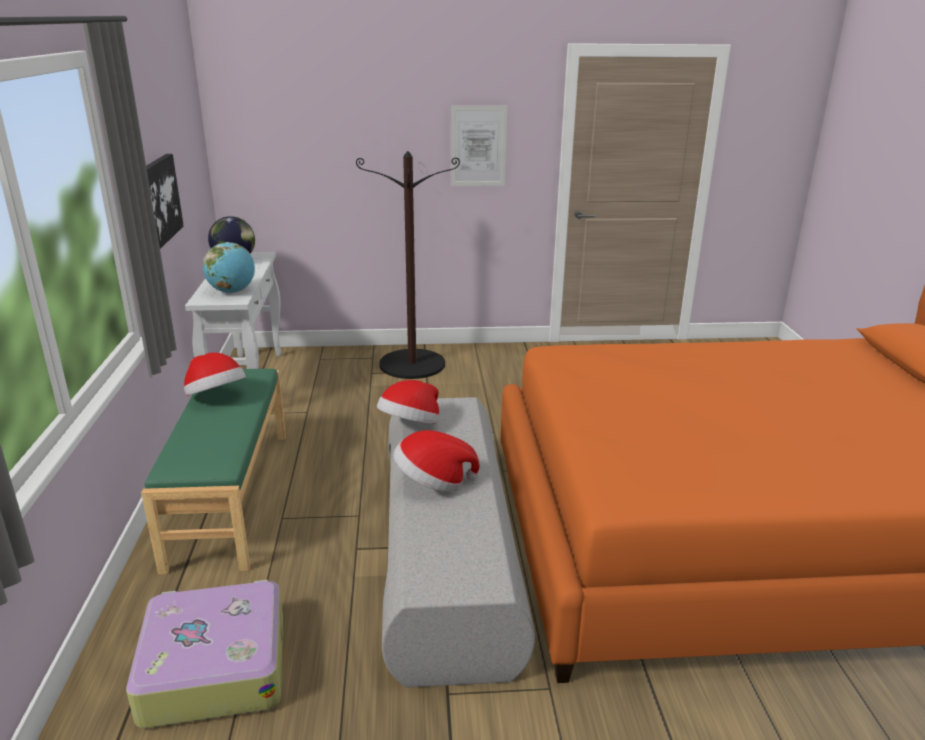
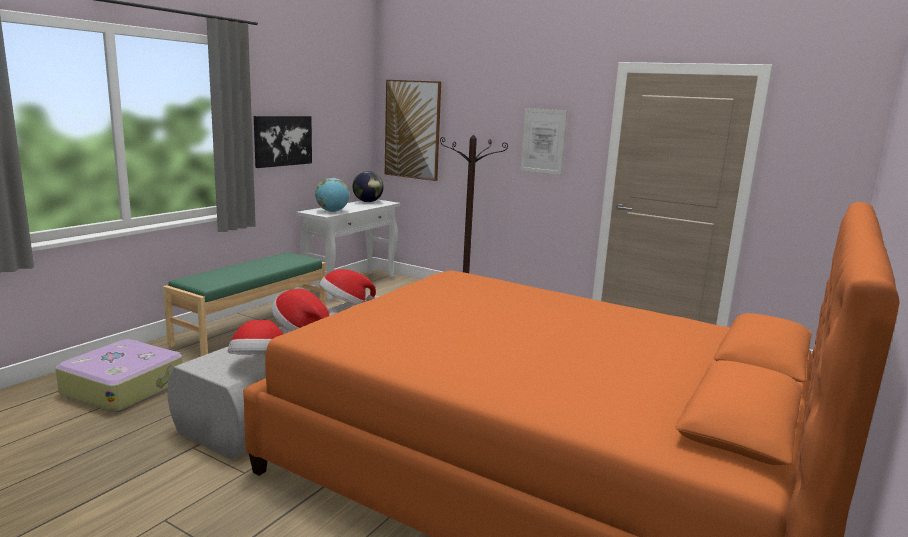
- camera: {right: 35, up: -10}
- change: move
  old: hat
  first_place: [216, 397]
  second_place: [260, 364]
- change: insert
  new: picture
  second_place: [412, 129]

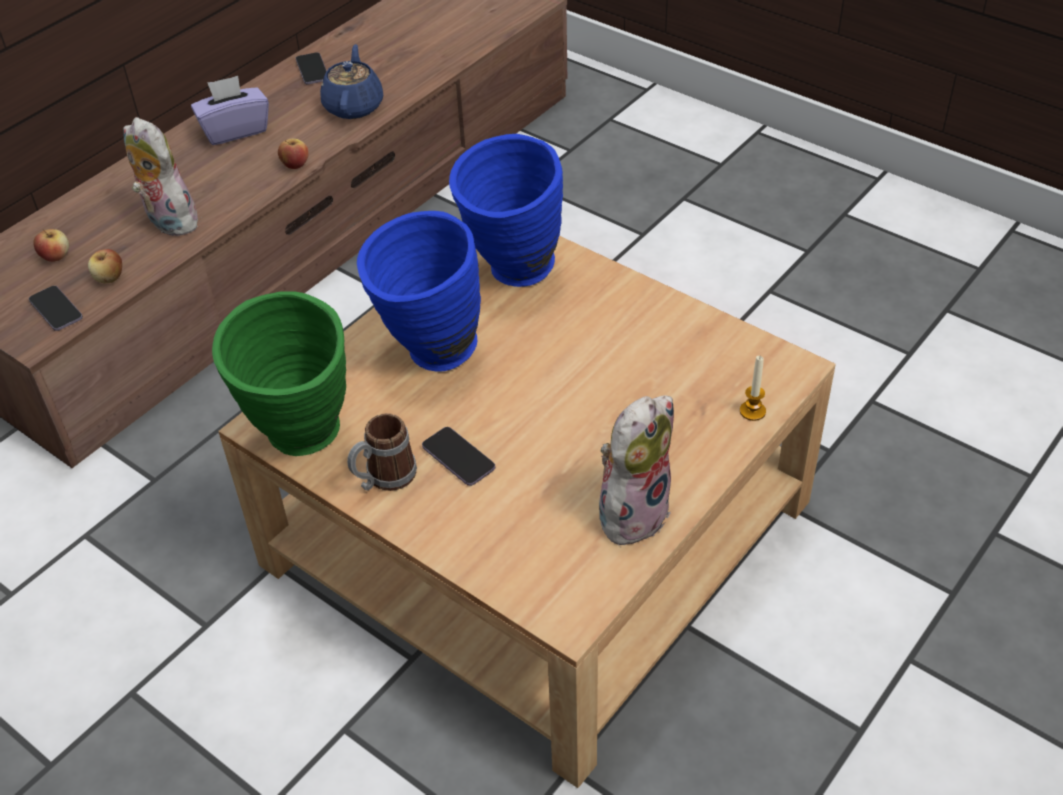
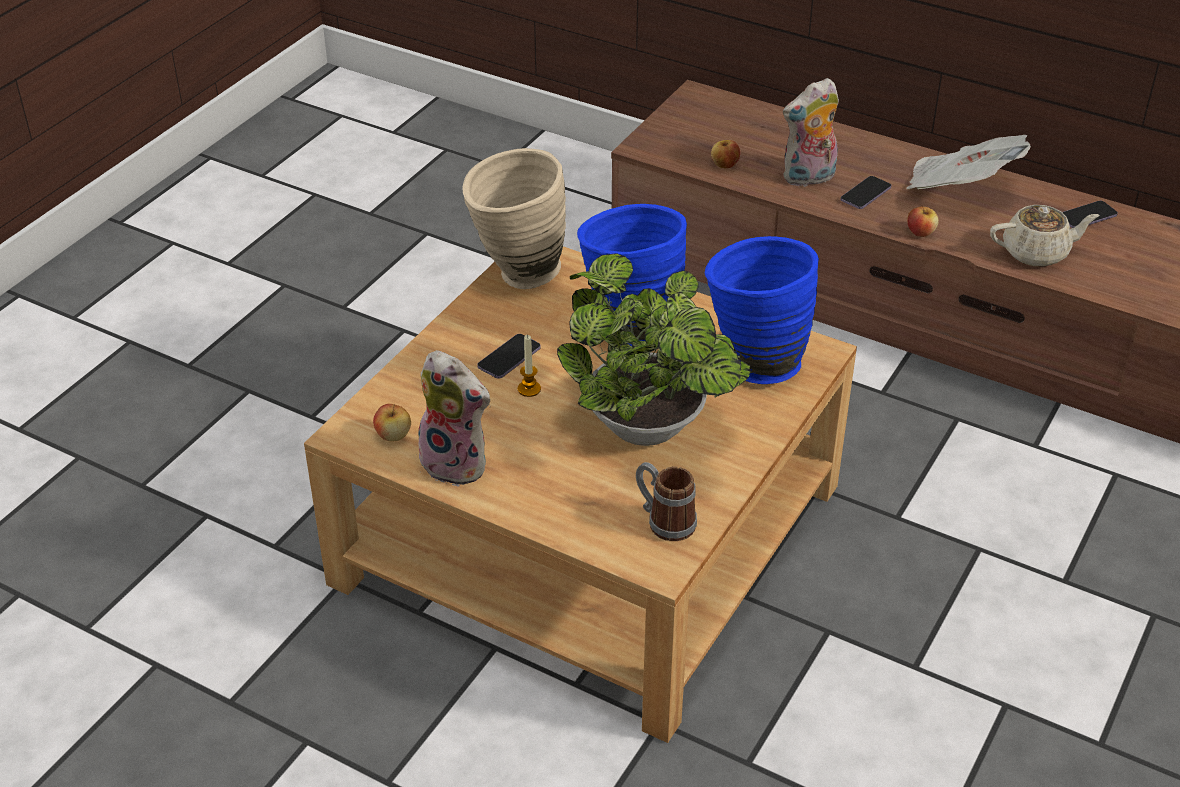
- camera: {right: 80, up: -5}
- change: move
  old: phone
  first_place: [56, 310]
  second_place: [865, 194]
- change: move
  old: apple
  first_place: [56, 256]
  second_place: [393, 435]
- change: rotate
  old: plush toy
  first_place: [168, 221]
  second_place: [808, 178]
  degrees: -150
- change: replace
  old: purple tissue box
  new: newspaper
  first_place: [235, 130]
  second_place: [960, 188]
- change: recolor
  old: green vase
  new: beige vase
  first_place: [304, 443]
  second_place: [516, 275]
- change: recolor
  old: blue teapot
  new: beige teapot
  first_place: [354, 106]
  second_place: [1036, 253]
- change: move
  old: mug
  first_place: [384, 478]
  second_place: [664, 520]
- change: move
  old: candle
  first_place: [752, 411]
  second_place: [529, 389]
- change: insert
  new: potted plant
  second_place: [651, 431]

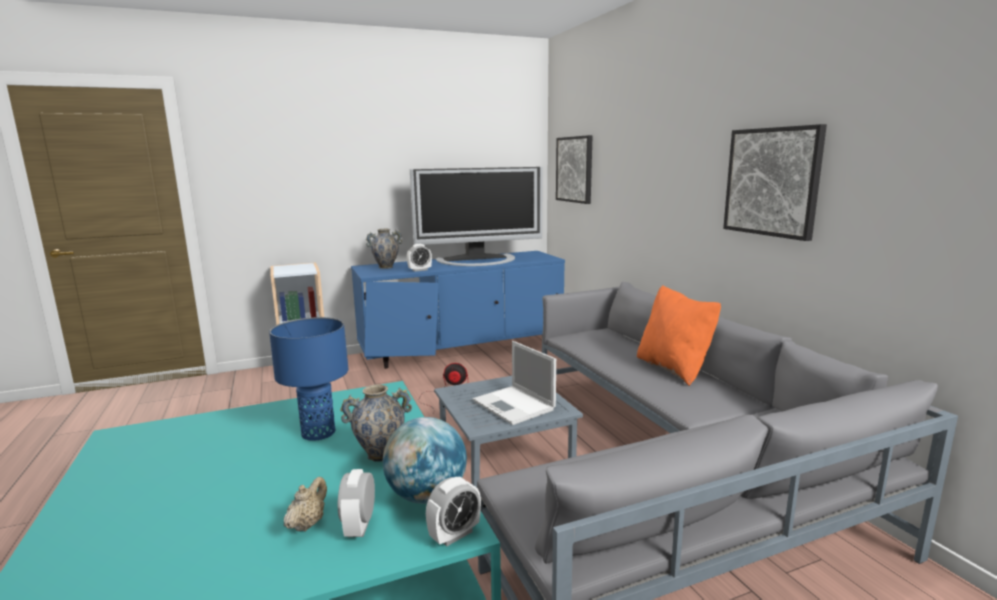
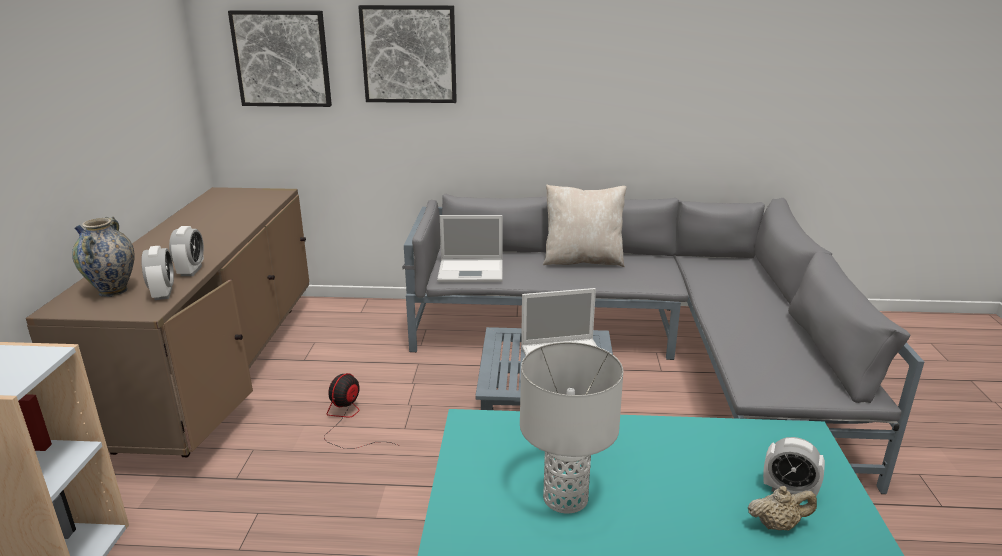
- camera: {right: -65, up: 10}
- change: recolor
  old: blue table lamp
  new: white table lamp
  first_place: [318, 432]
  second_place: [564, 497]
- change: rotate
  old: beige teapot
  first_place: [307, 524]
  second_place: [777, 525]
  degrees: 135
- change: delete
  old: vase
  first_place: [380, 455]
- change: recolor
  old: blue tv stand
  new: brown tv stand
  first_place: [461, 350]
  second_place: [219, 374]
- change: delete
  old: globe
  first_place: [426, 495]
- change: delete
  old: television
  first_place: [478, 260]
- change: move
  old: alarm clock
  first_place: [454, 535]
  second_place: [163, 294]
- change: recolor
  old: orange pillow
  new: beige pillow
  first_place: [674, 369]
  second_place: [583, 260]
- change: move
  old: picture
  first_place: [772, 182]
  second_place: [409, 54]
- change: insert
  new: laptop
  second_place: [472, 271]

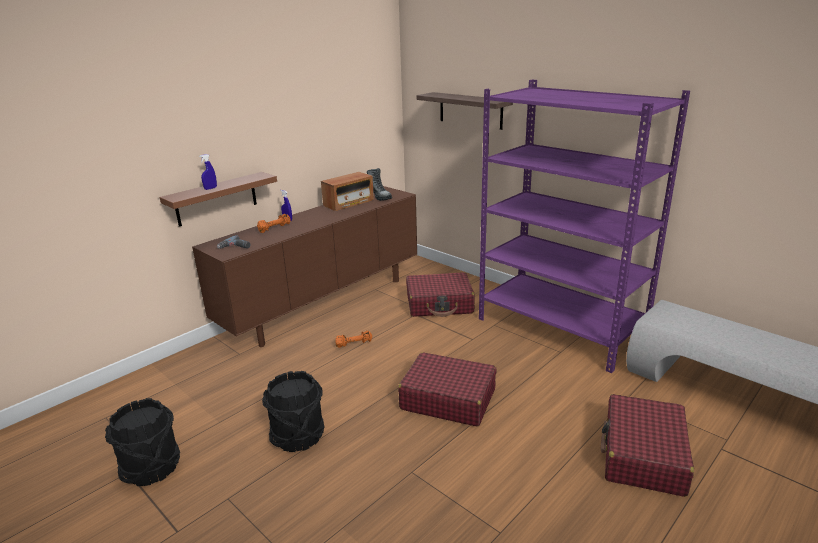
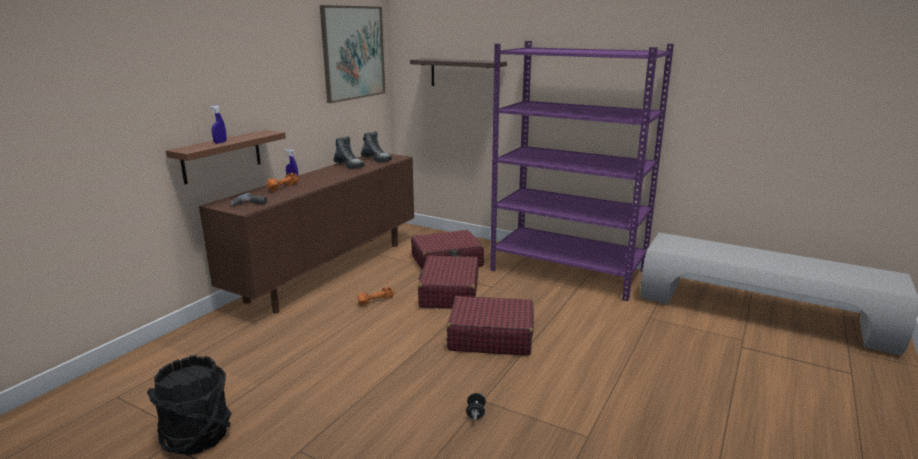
- camera: {right: -15, up: -5}
- change: delete
  old: black bucket
  first_place: [298, 436]
- change: replace
  old: radio
  new: boot
  first_place: [348, 203]
  second_place: [349, 165]
- change: move
  old: red suitcase
  first_place: [643, 455]
  second_place: [449, 293]
- change: insert
  new: picture
  second_place: [353, 53]
- change: insert
  new: black dumbbell
  second_place: [475, 413]

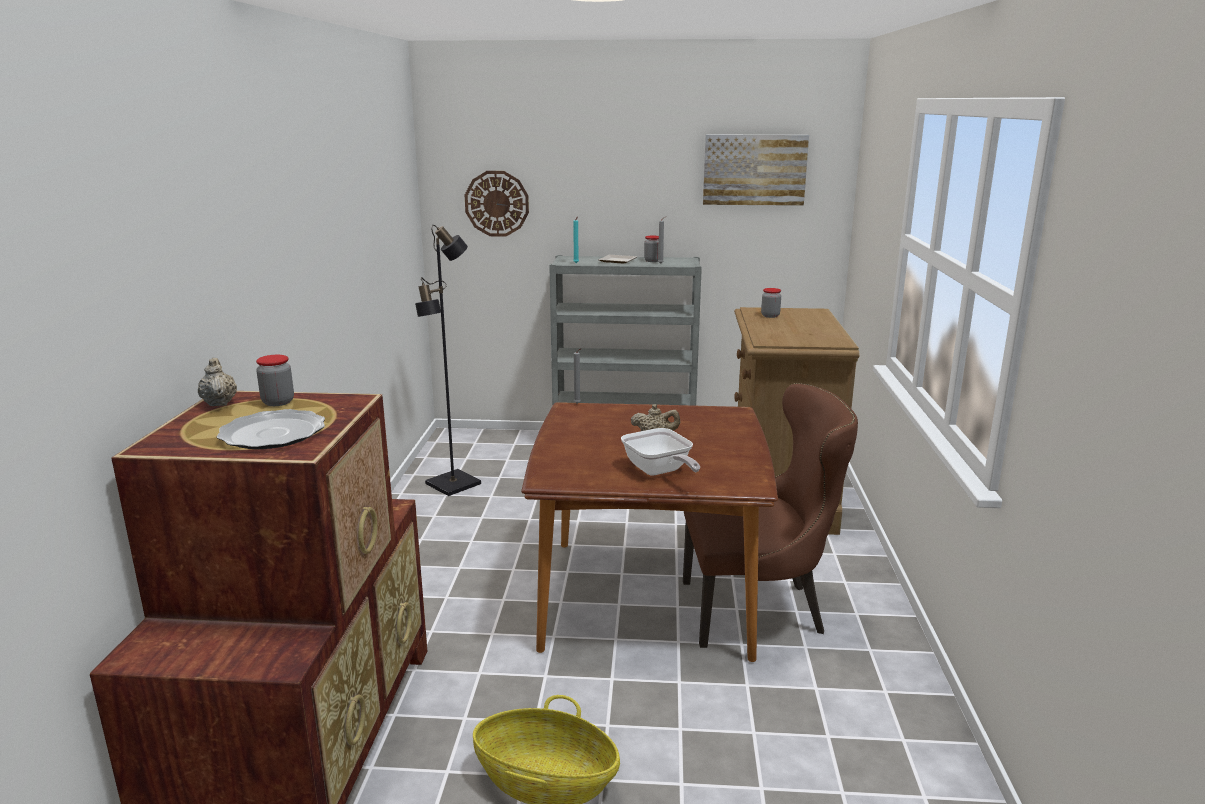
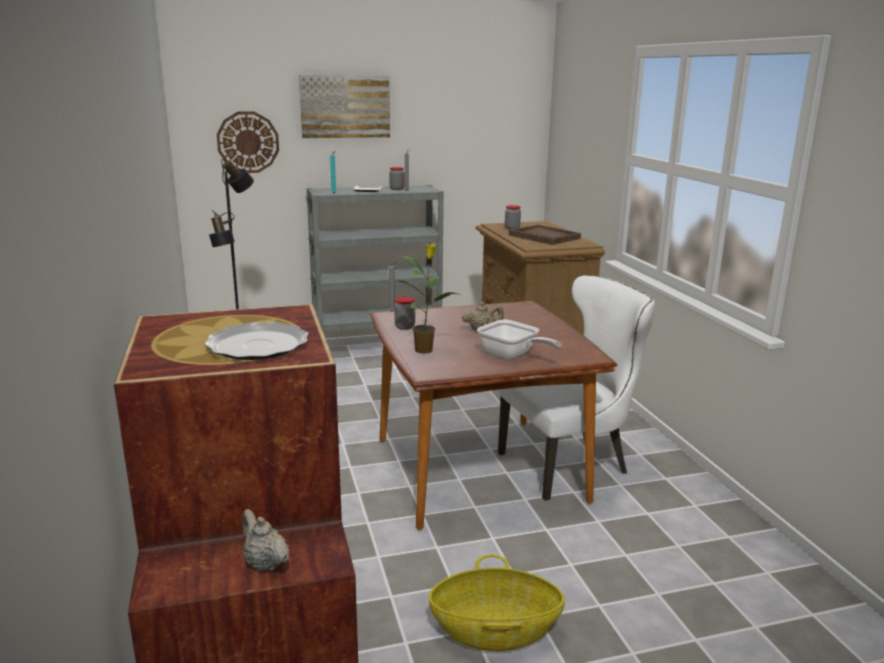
- camera: {right: -20, up: 0}
- change: move
  old: beige teapot
  first_place: [219, 403]
  second_place: [264, 563]
- change: move
  old: jar
  first_place: [278, 402]
  second_place: [404, 327]
- change: recolor
  old: brown chair
  new: white chair
  first_place: [757, 610]
  second_place: [569, 464]
- change: move
  old: picture
  first_place: [754, 170]
  second_place: [345, 106]
- change: insert
  new: potted plant
  second_place: [425, 350]
- change: insert
  new: brown tray
  second_place: [544, 237]

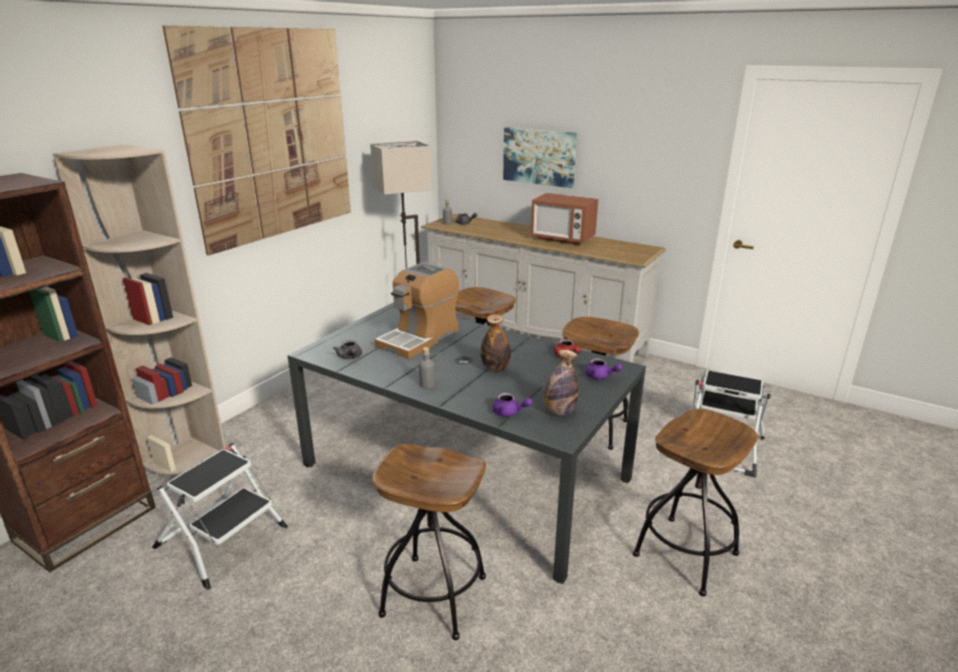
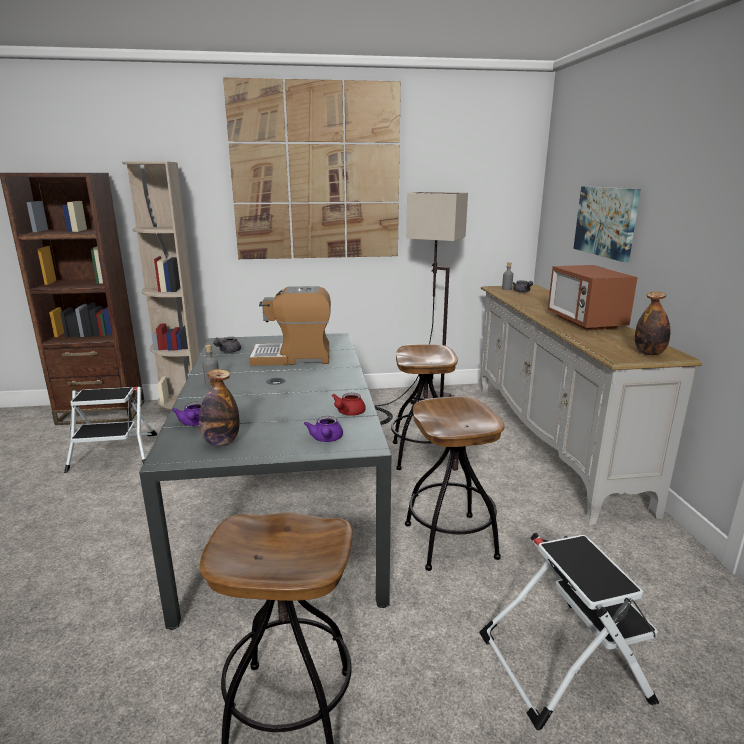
- camera: {right: 50, up: -5}
- change: delete
  old: brown stool
  first_place: [433, 595]
- change: move
  old: bottle
  first_place: [495, 369]
  second_place: [649, 353]

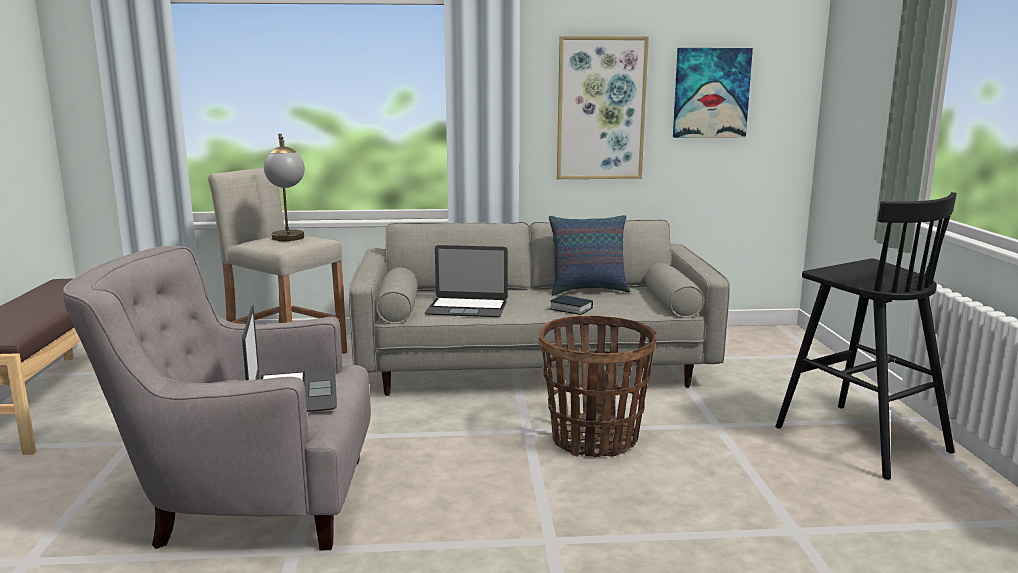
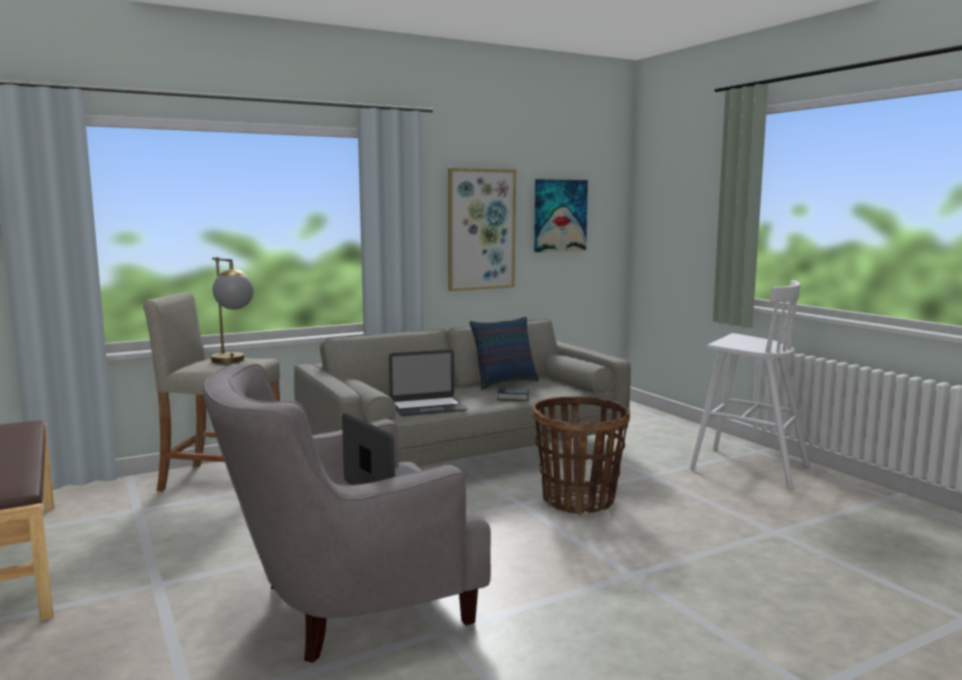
- camera: {right: -25, up: -5}
- change: recolor
  old: black stool
  new: white stool
  first_place: [858, 438]
  second_place: [747, 467]

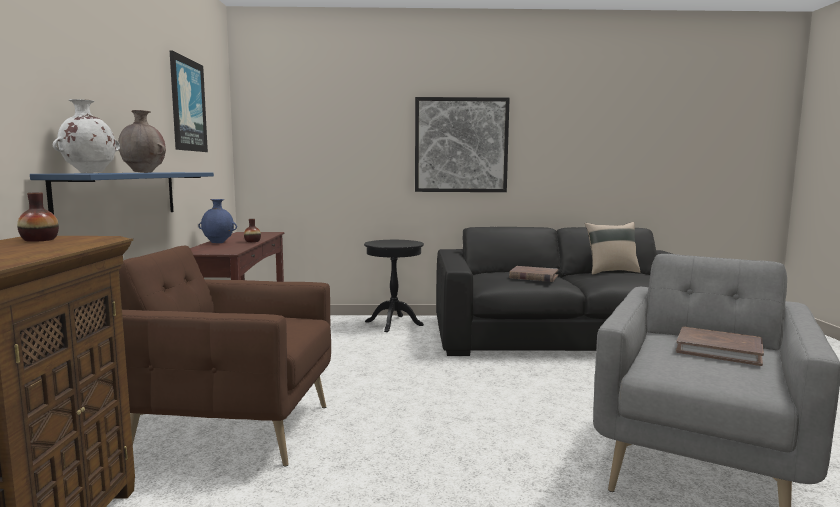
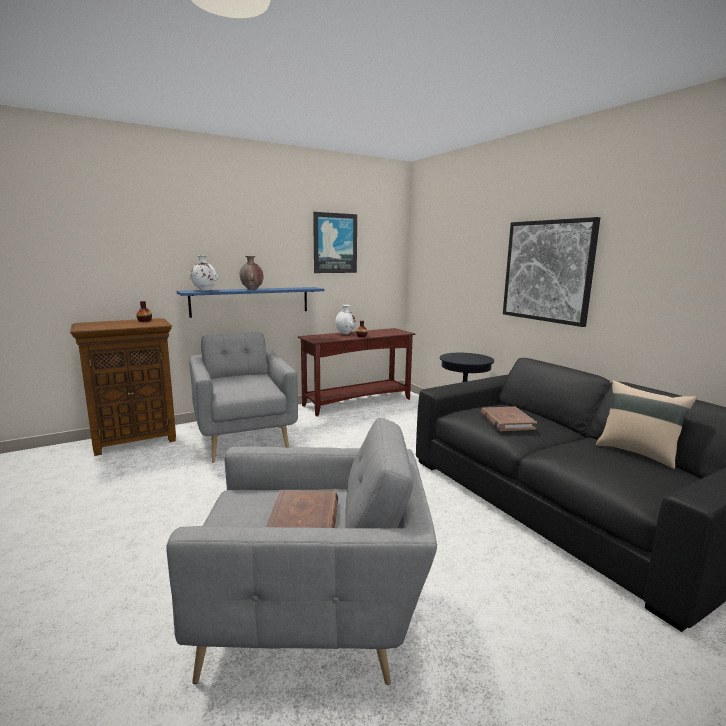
- camera: {right: 60, up: 5}
- change: recolor
  old: brown armchair
  new: grey armchair
  first_place: [226, 427]
  second_place: [244, 436]
- change: recolor
  old: blue vase
  new: white vase
  first_place: [218, 242]
  second_place: [345, 333]

